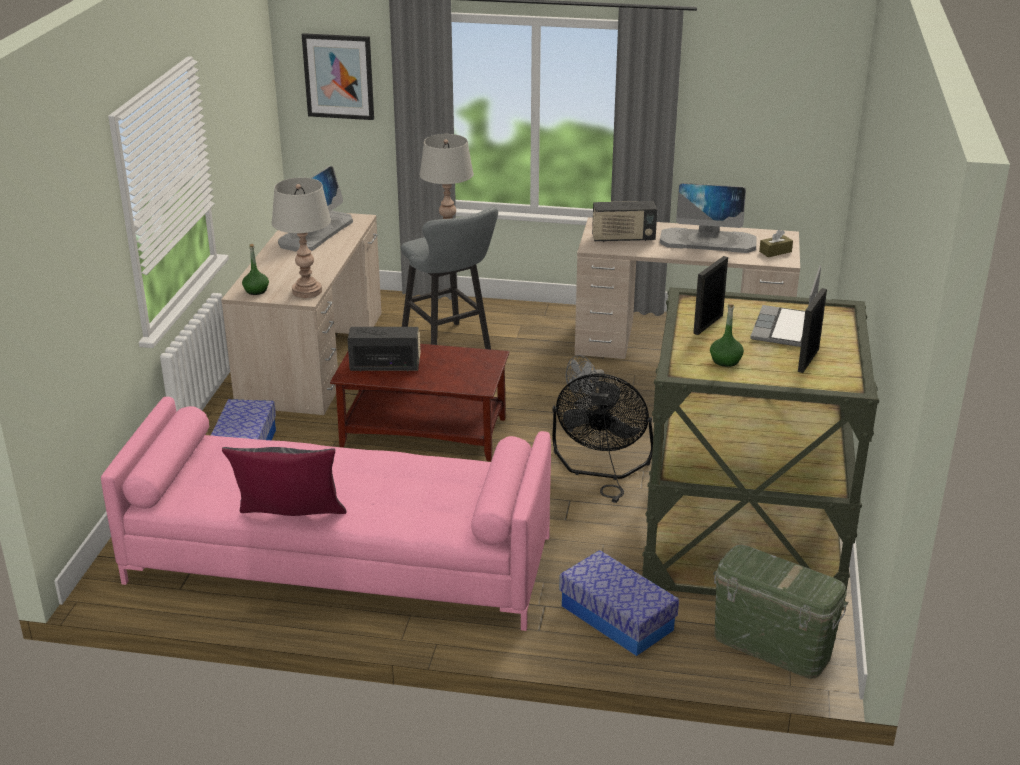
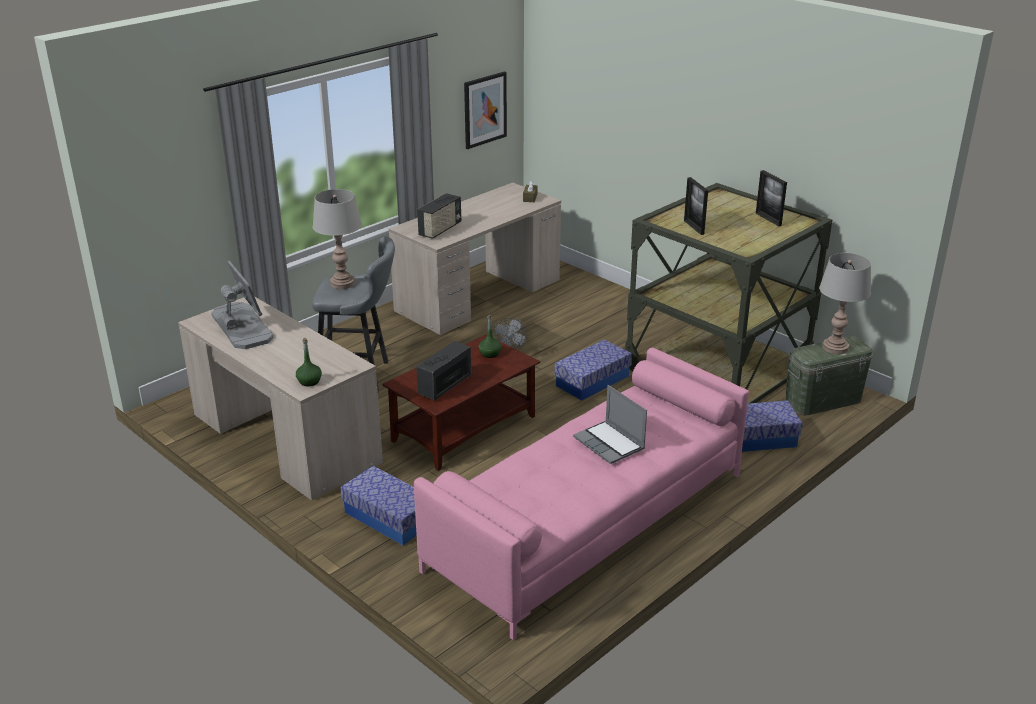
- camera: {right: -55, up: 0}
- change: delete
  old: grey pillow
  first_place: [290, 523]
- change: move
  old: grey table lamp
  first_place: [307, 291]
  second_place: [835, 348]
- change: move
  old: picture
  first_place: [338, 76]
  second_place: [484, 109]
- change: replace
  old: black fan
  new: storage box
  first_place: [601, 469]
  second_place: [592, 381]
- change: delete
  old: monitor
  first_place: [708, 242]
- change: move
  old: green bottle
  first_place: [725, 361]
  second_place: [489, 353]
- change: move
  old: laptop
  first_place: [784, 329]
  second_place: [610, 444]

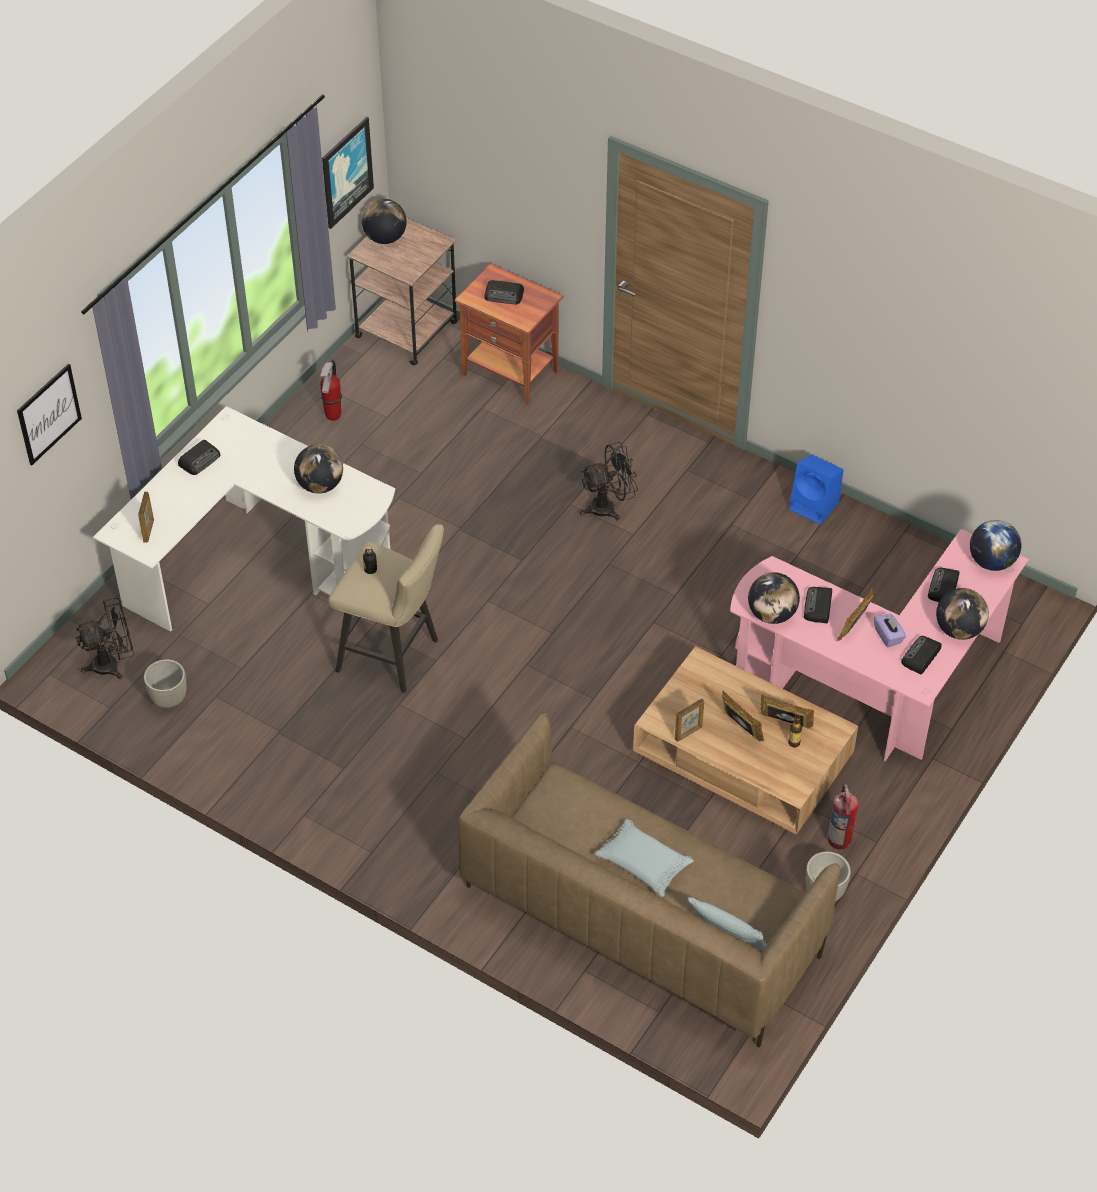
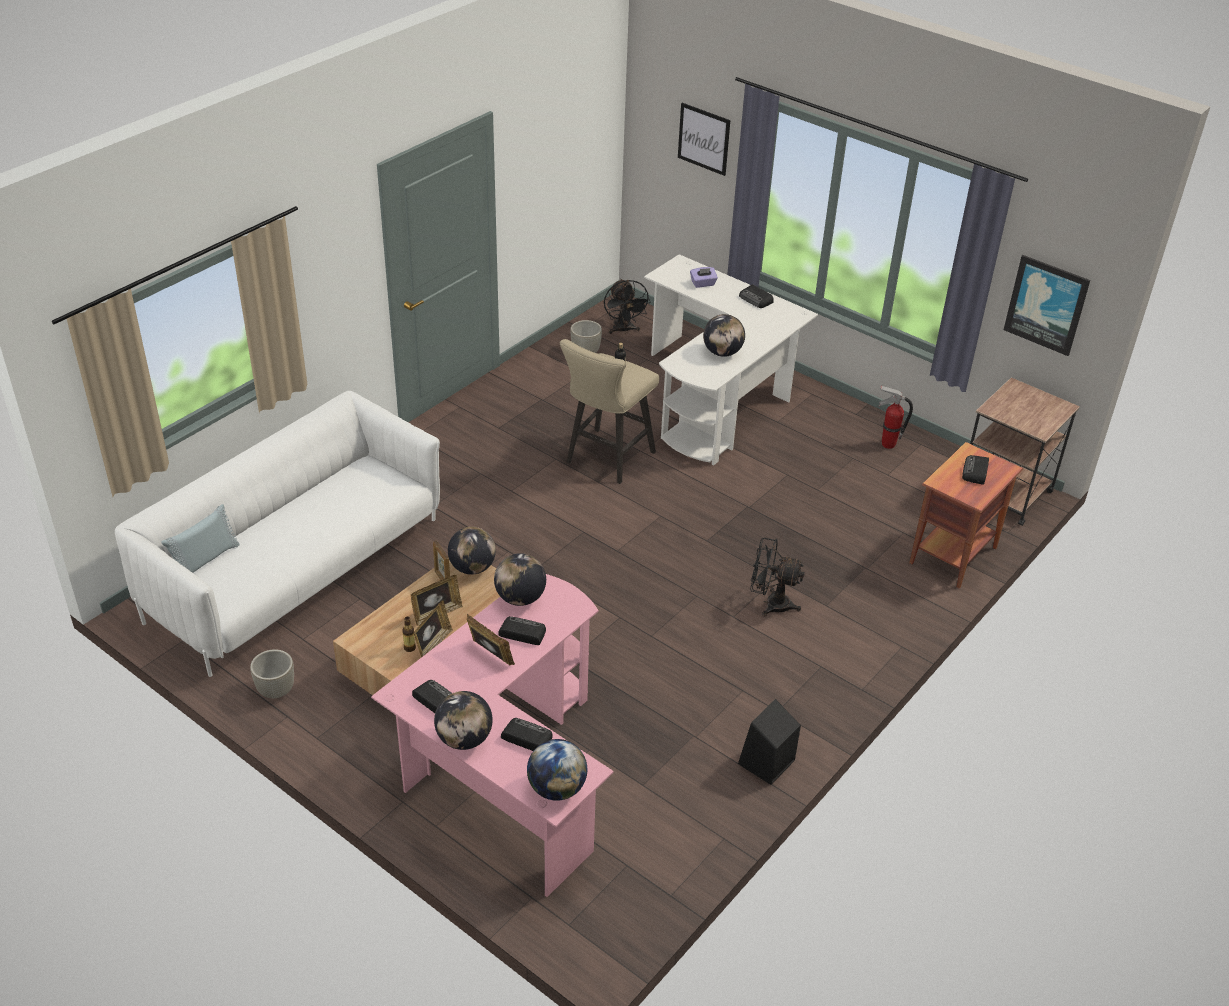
- camera: {right: 95, up: -10}
- change: delete
  old: picture frame
  first_place: [148, 531]
- change: move
  old: globe
  first_place: [385, 238]
  second_place: [472, 568]
- change: recolor
  old: brown sofa
  new: white sofa
  first_place: [643, 918]
  second_place: [296, 571]
- change: rotate
  old: black fan
  first_place: [608, 507]
  second_place: [771, 603]
  degrees: 120
- change: delete
  old: blue pillow
  first_place: [643, 861]
- change: recolor
  old: blue speaker
  new: black speaker
  first_place: [815, 506]
  second_place: [765, 763]
- change: delete
  old: fire extinguisher
  first_place: [840, 839]
- change: move
  old: purple tissue box
  first_place: [888, 636]
  second_place: [703, 284]

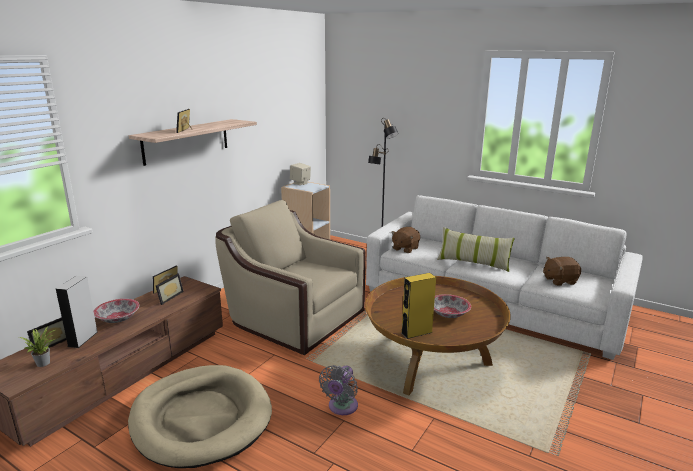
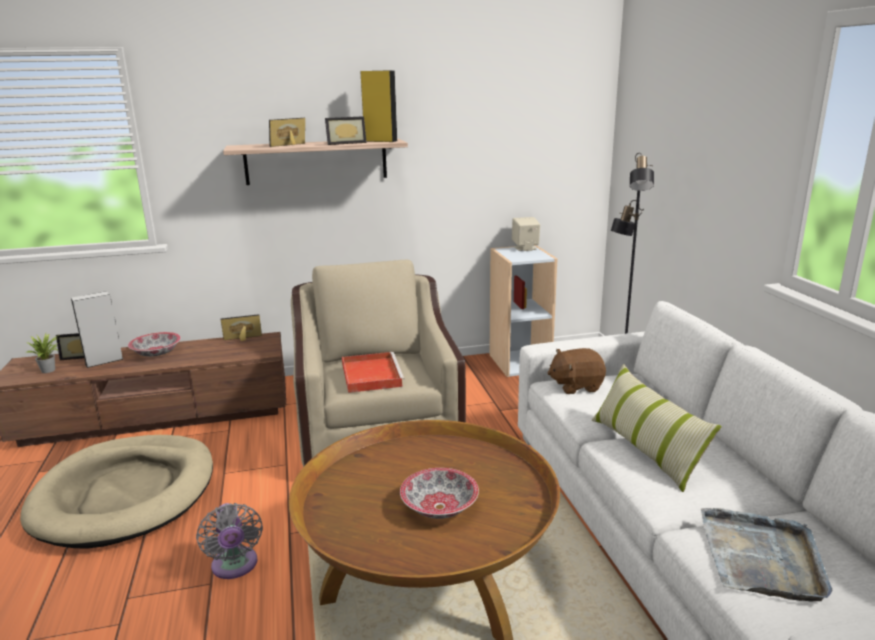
- camera: {right: 45, up: 0}
- change: move
  old: picture frame
  first_place: [168, 297]
  second_place: [345, 143]
- change: rotate
  old: grey fan
  first_place: [341, 407]
  second_place: [235, 567]
  degrees: -90
- change: move
  old: yellow speaker
  first_place: [416, 332]
  second_place: [380, 141]
- change: replace
  old: brown plush toy
  new: grey tray
  first_place: [559, 280]
  second_place: [762, 557]
- change: insert
  new: red tray
  second_place: [370, 374]

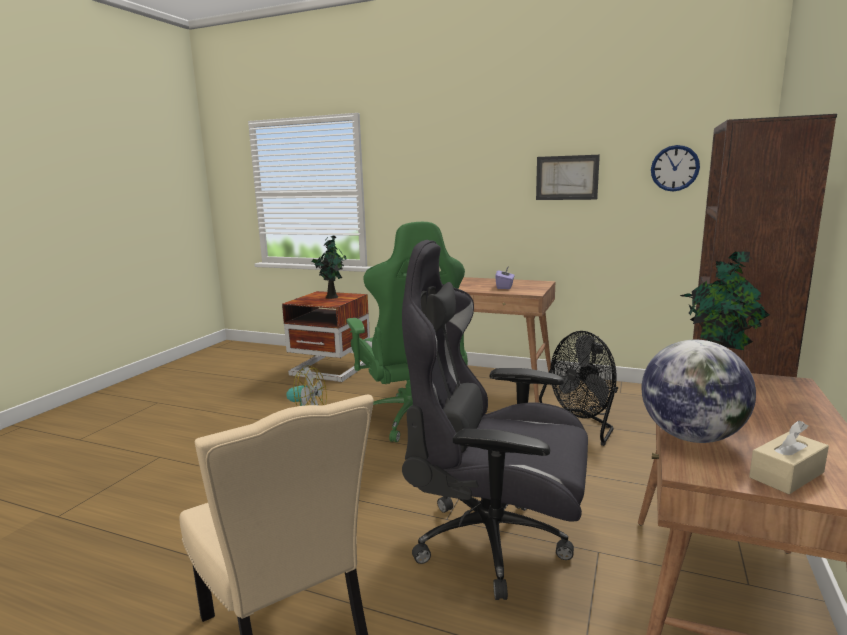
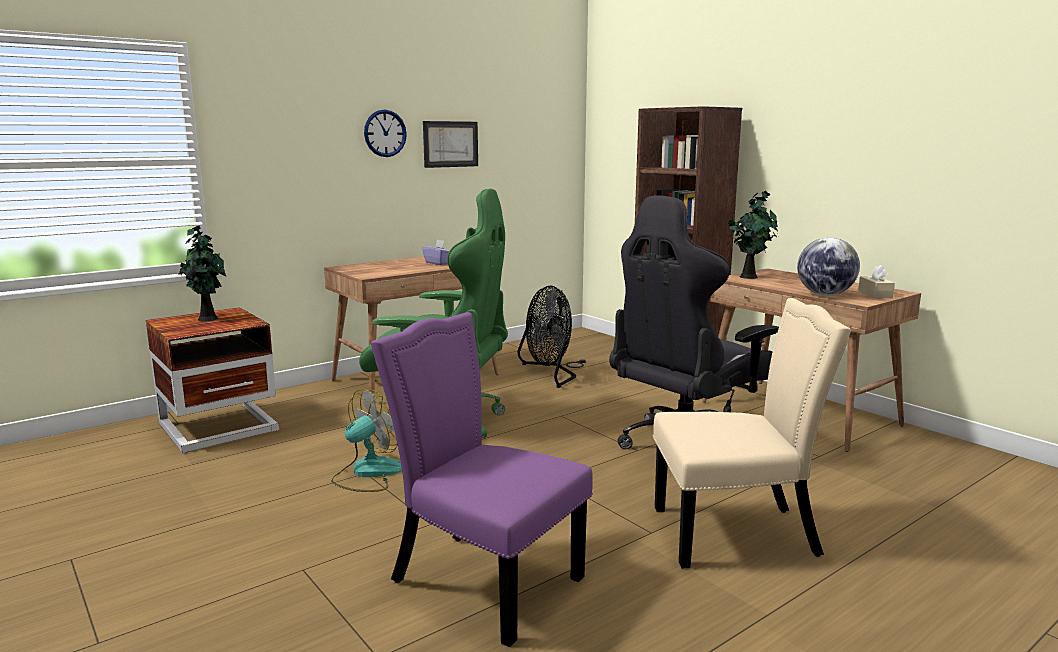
- camera: {right: -60, up: 0}
- change: rotate
  old: black fan
  first_place: [584, 422]
  second_place: [553, 372]
  degrees: 60
- change: move
  old: wall clock
  first_place: [674, 168]
  second_place: [385, 133]
- change: insert
  new: purple chair
  second_place: [487, 584]

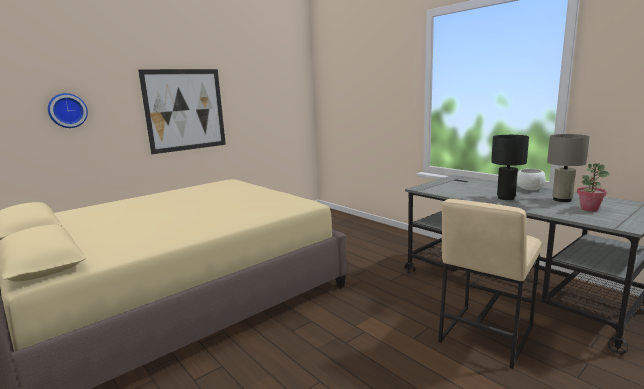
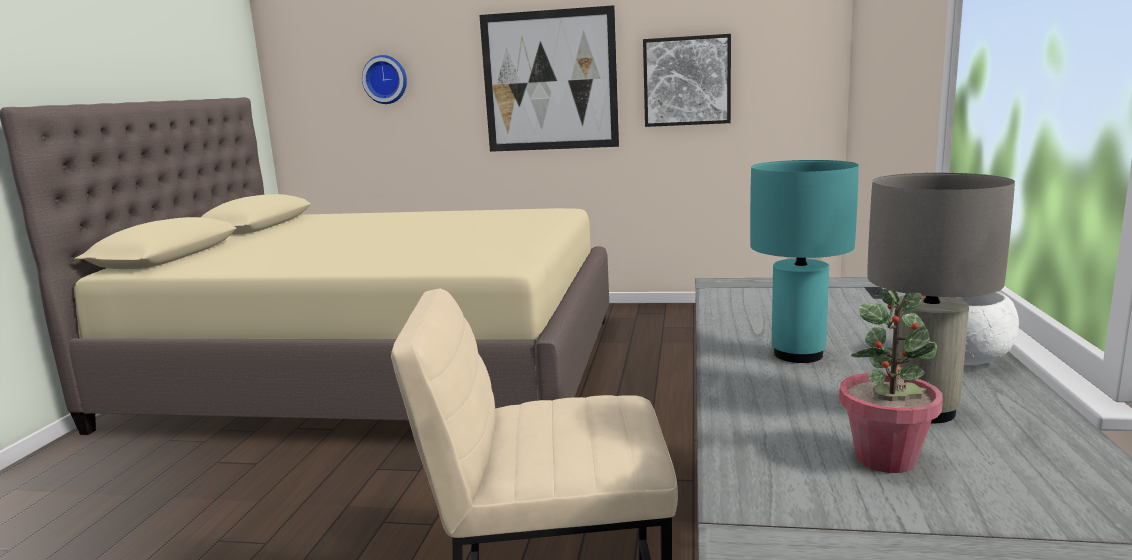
- camera: {right: 50, up: 0}
- change: recolor
  old: black table lamp
  new: turquoise table lamp
  first_place: [505, 198]
  second_place: [796, 354]
- change: insert
  new: picture
  second_place: [687, 81]

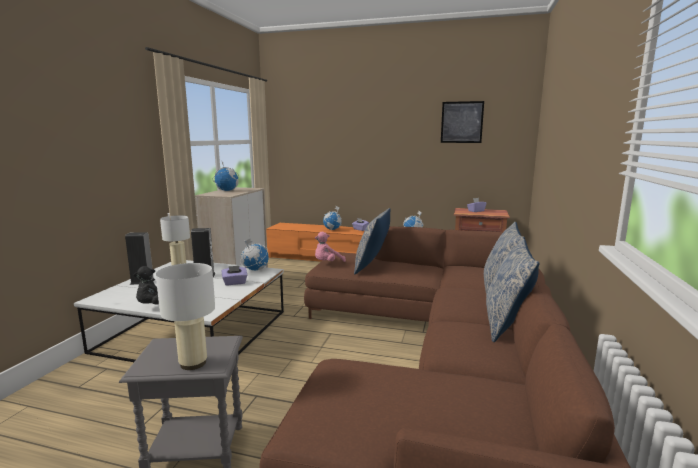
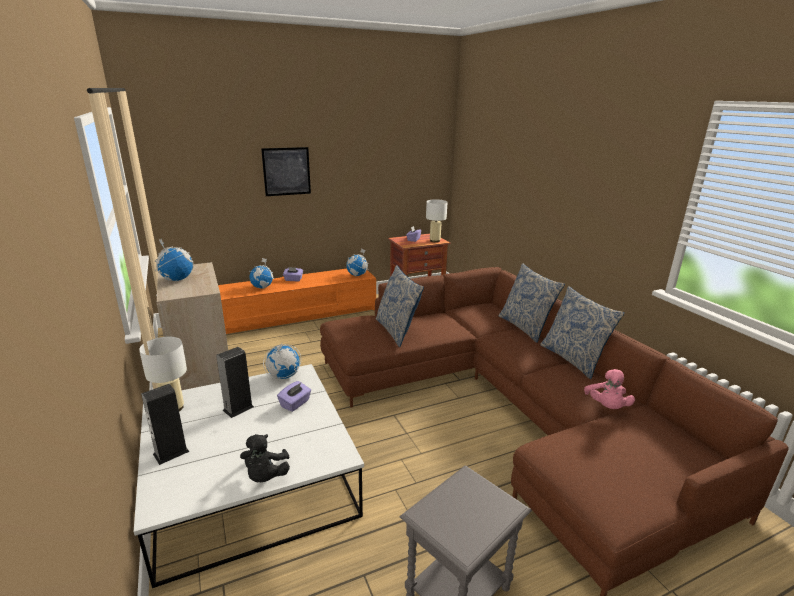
- camera: {right: -40, up: 10}
- change: move
  old: white table lamp
  first_place: [192, 364]
  second_place: [435, 241]
- change: move
  old: pink plush toy
  first_place: [327, 263]
  second_place: [606, 407]
- change: move
  old: picture
  first_place: [461, 122]
  second_place: [286, 171]

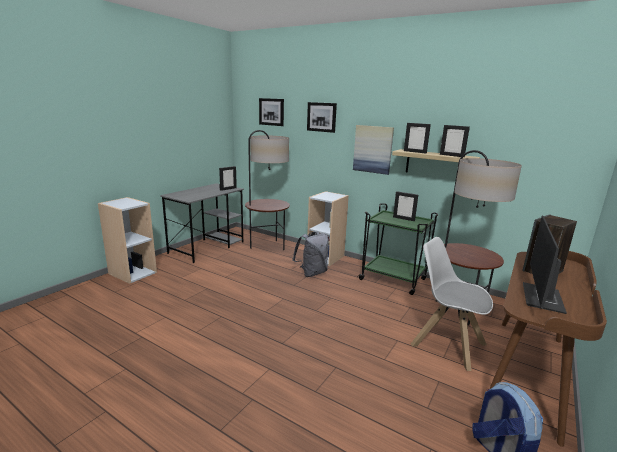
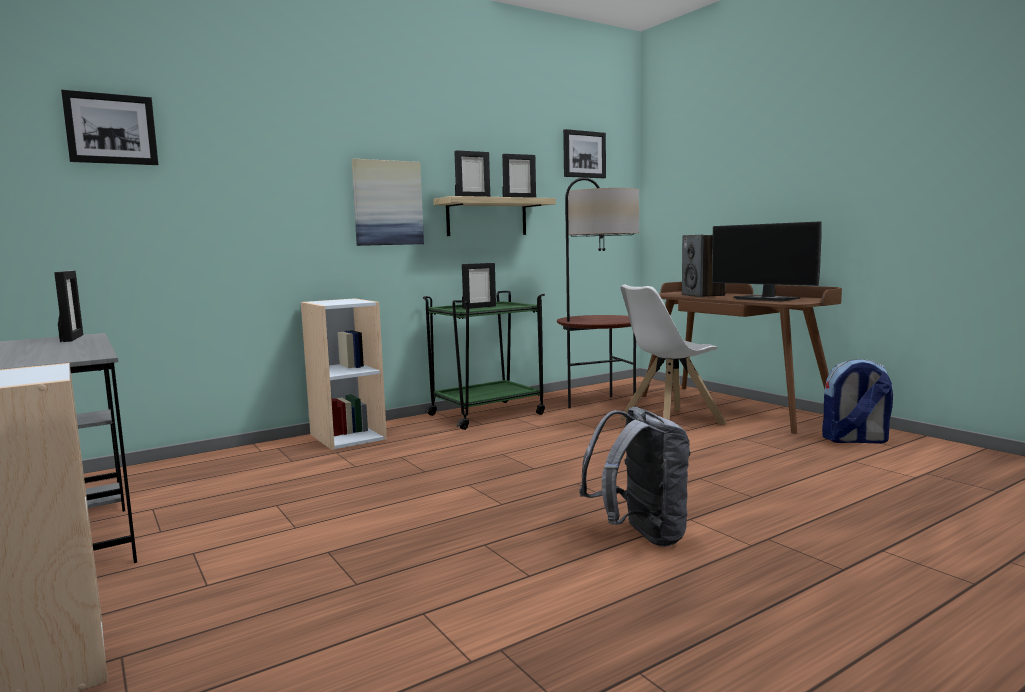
- camera: {right: -65, up: -10}
- change: delete
  old: floor lamp
  first_place: [267, 246]
- change: move
  old: grey backpack
  first_place: [312, 273]
  second_place: [640, 536]
- change: move
  old: picture
  first_place: [321, 117]
  second_place: [583, 154]

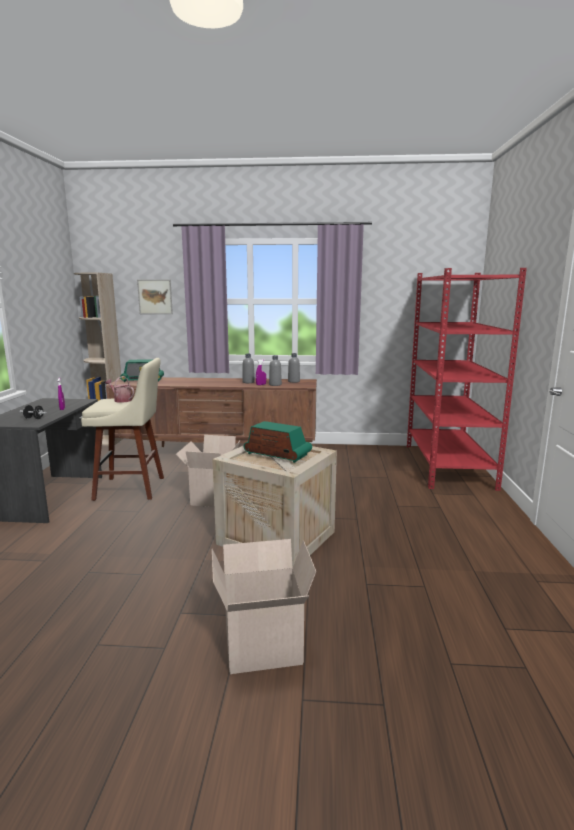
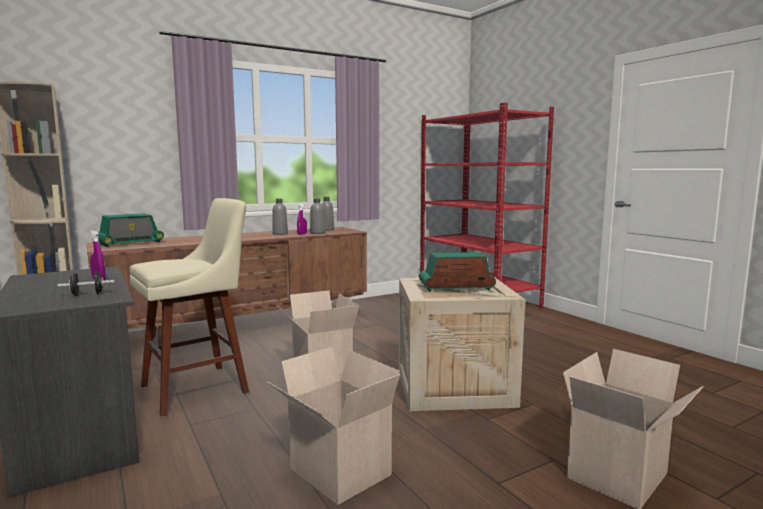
- camera: {right: -35, up: -5}
- change: delete
  old: watering can
  first_place: [121, 400]
- change: delete
  old: picture
  first_place: [155, 297]
- change: insert
  new: cardboard box
  second_place: [336, 472]

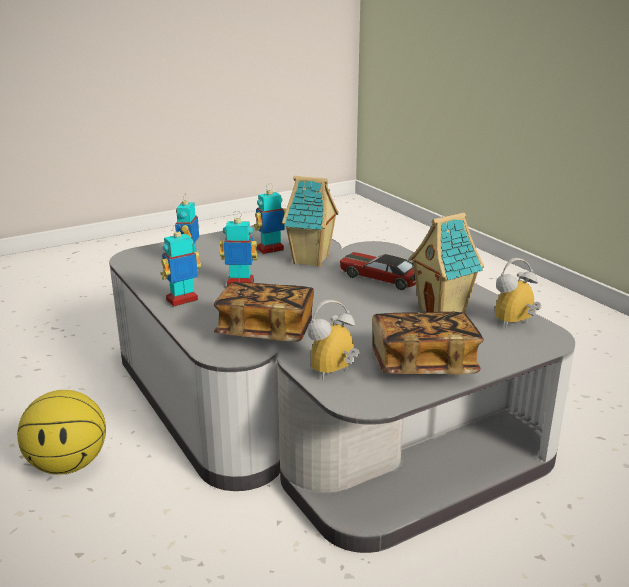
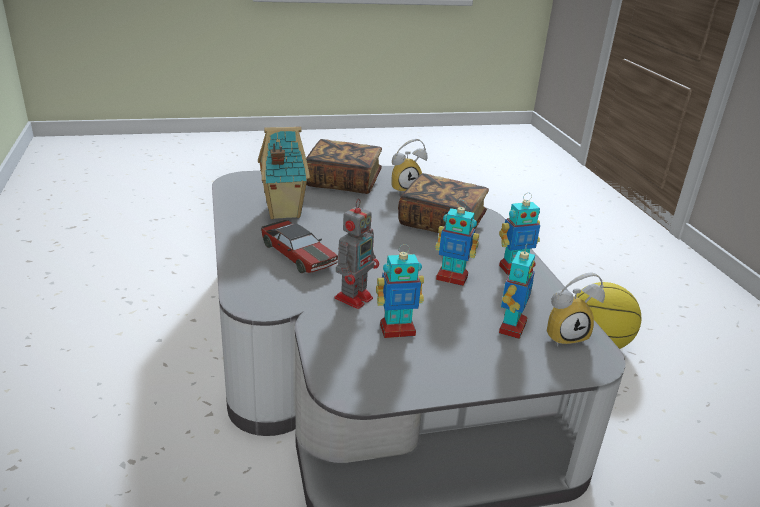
- camera: {right: -165, up: 5}
- change: replace
  old: toy house
  new: toy robot
  first_place: [311, 260]
  second_place: [354, 297]
- change: move
  old: alarm clock
  first_place: [516, 324]
  second_place: [565, 334]

